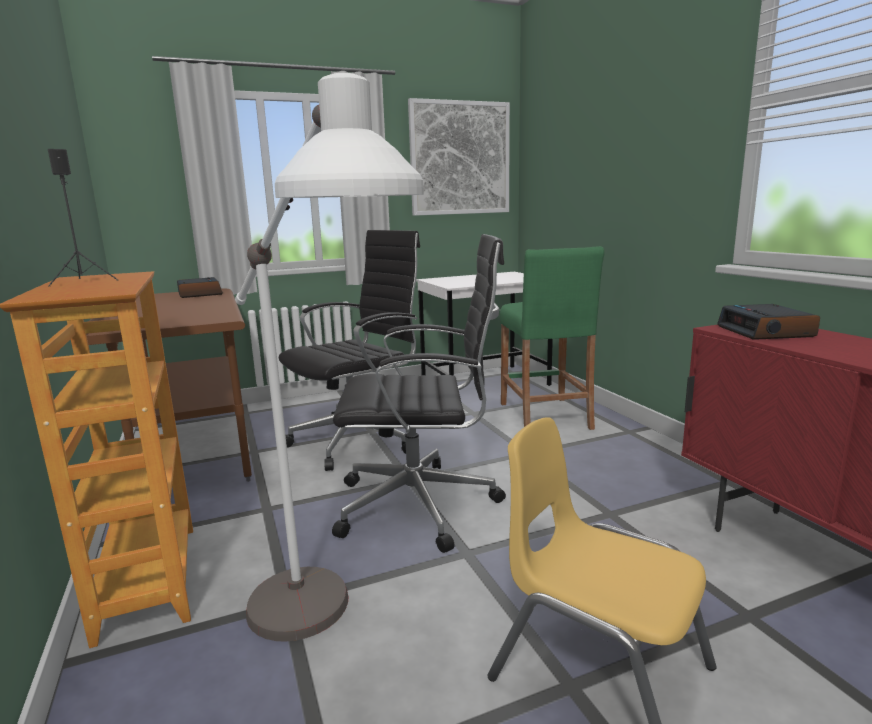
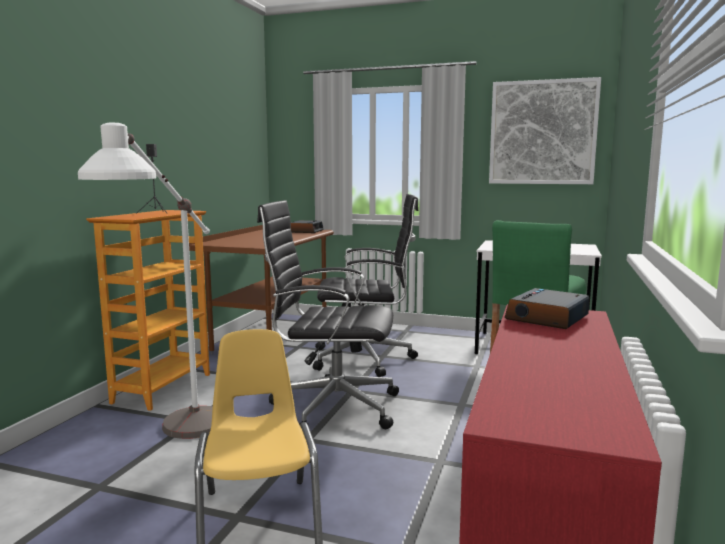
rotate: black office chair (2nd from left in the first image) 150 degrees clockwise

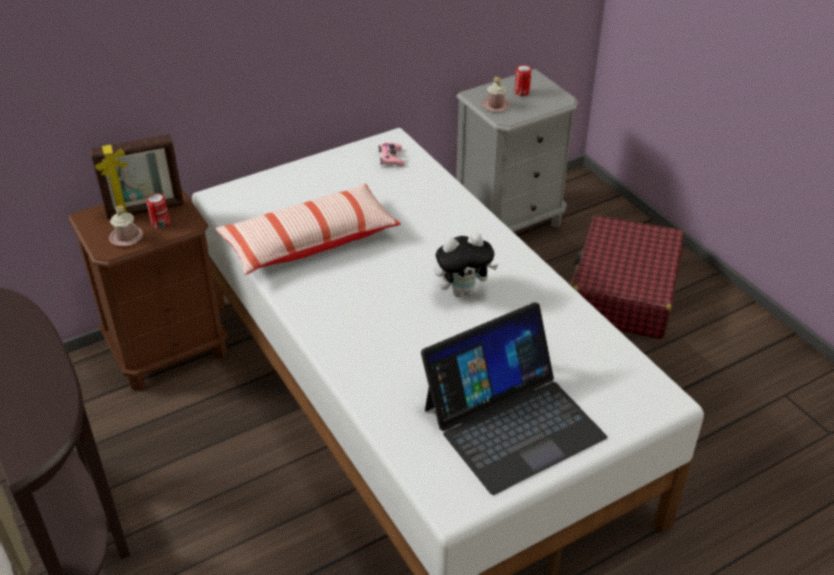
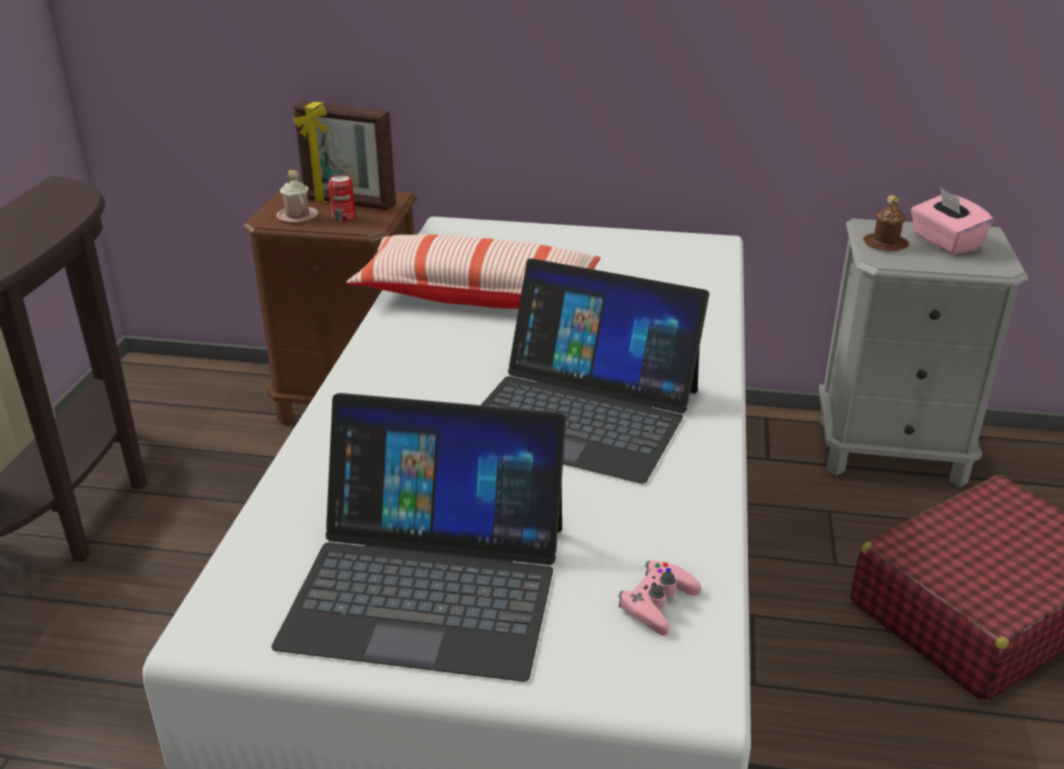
move: pink game controller
replace: plush toy to laptop (2nd from left); can (2nd from left) to pink tissue box
recolor: pink mug (2nd from left) to brown mug

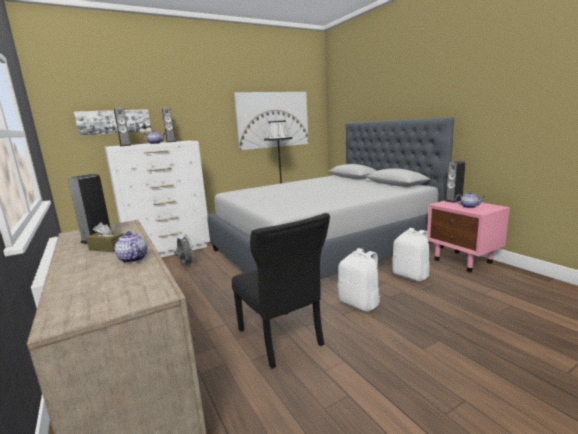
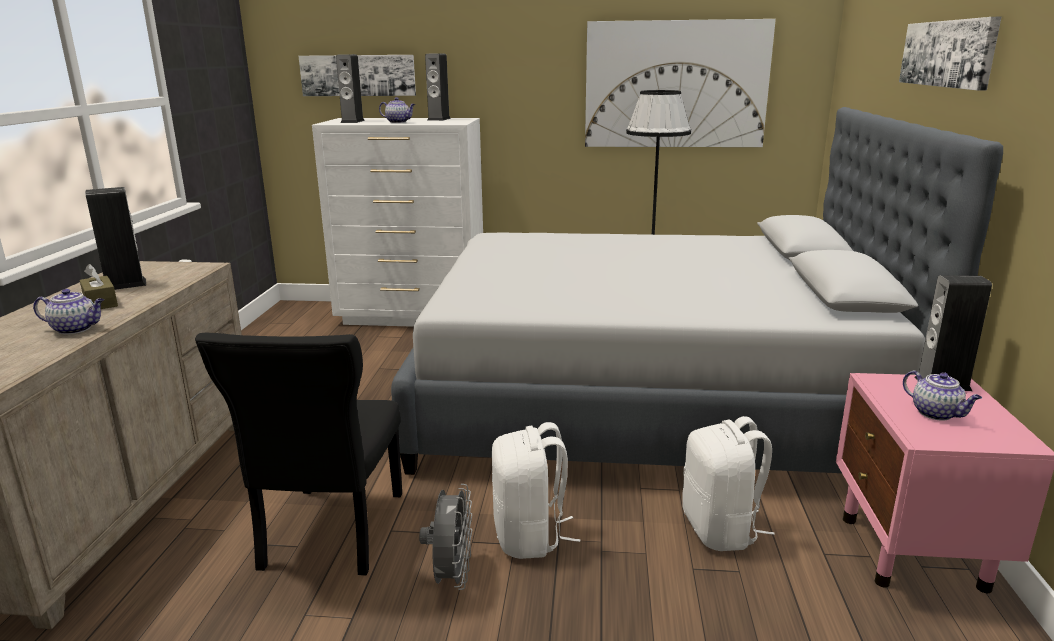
insert: picture (3rd from left)
move: grey fan
rotate: teapot (1st from left) 90 degrees clockwise

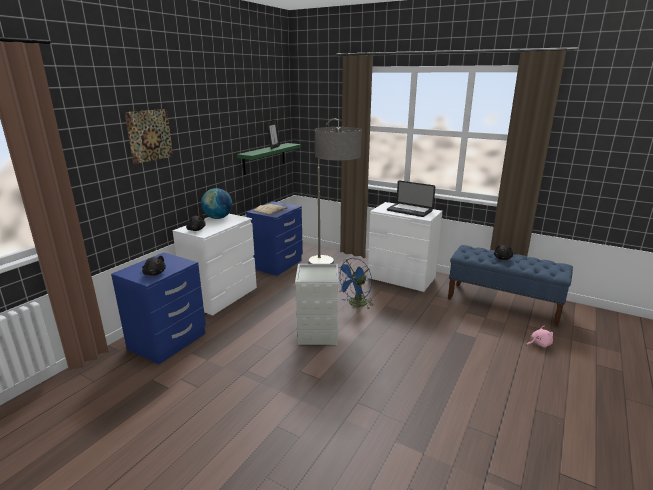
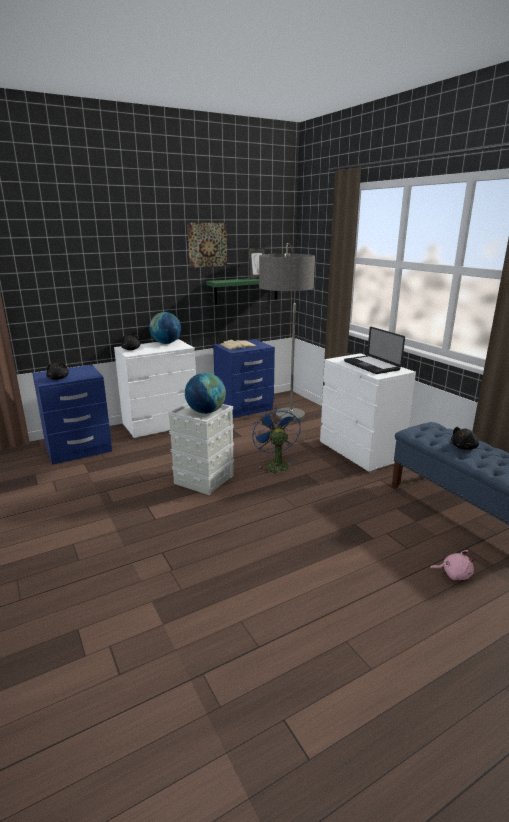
insert: globe (2nd from left)
move: picture
rotate: blue fan 90 degrees clockwise

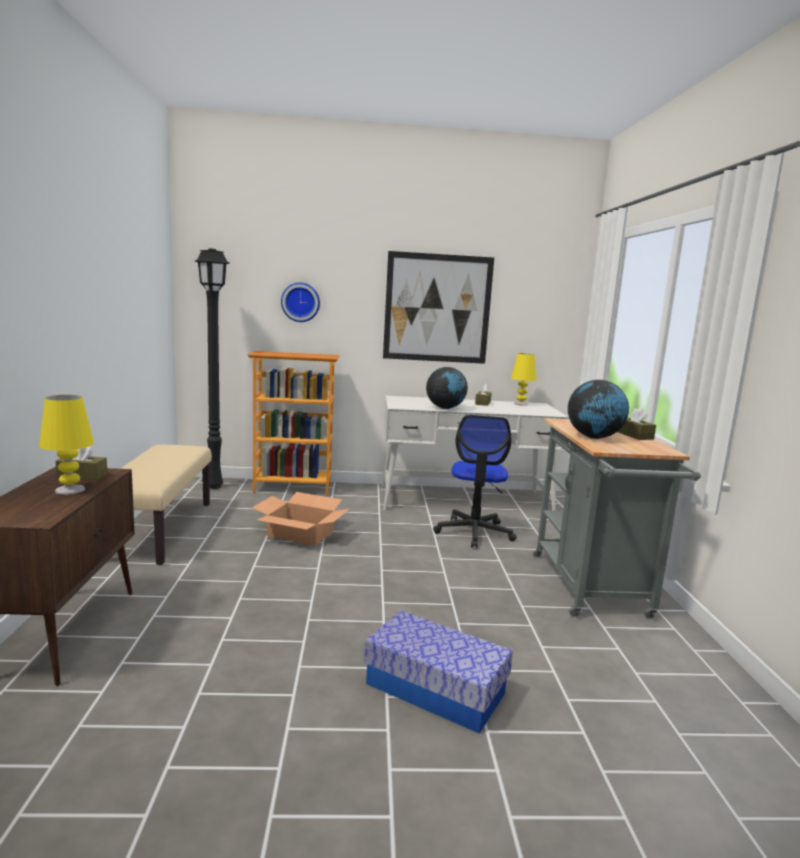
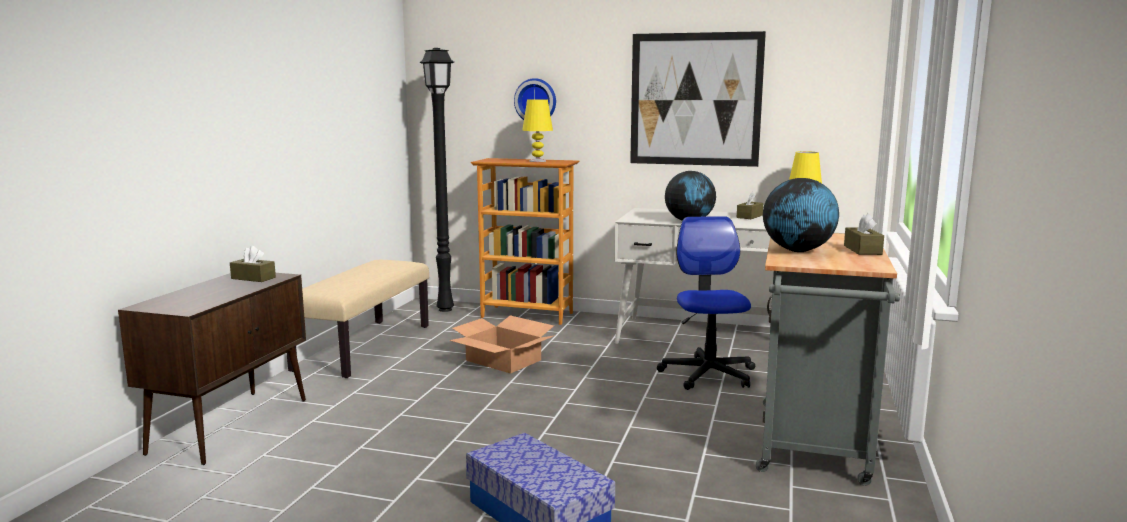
move: yellow table lamp (1st from left)
rotate: office chair 150 degrees clockwise

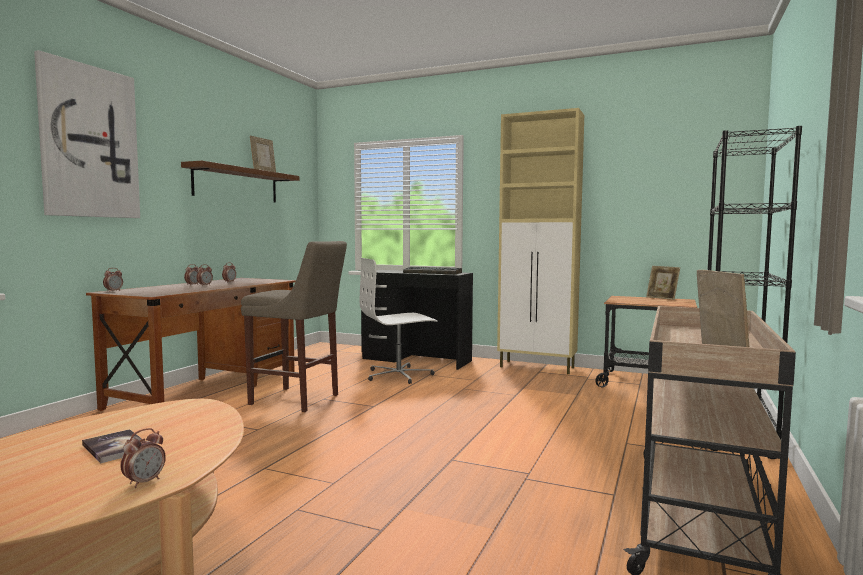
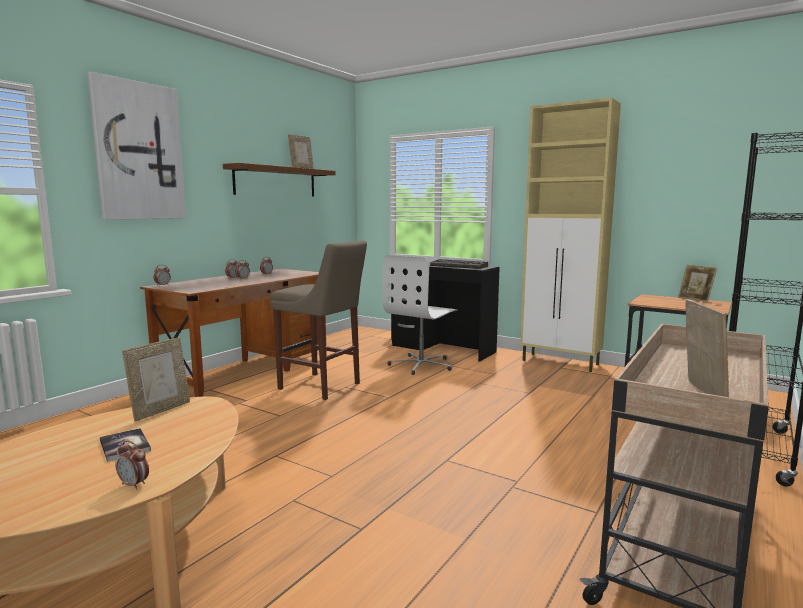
insert: picture frame (1st from left)
rotate: alarm clock (2nd from left in the first image) 75 degrees clockwise; white office chair 45 degrees counterclockwise

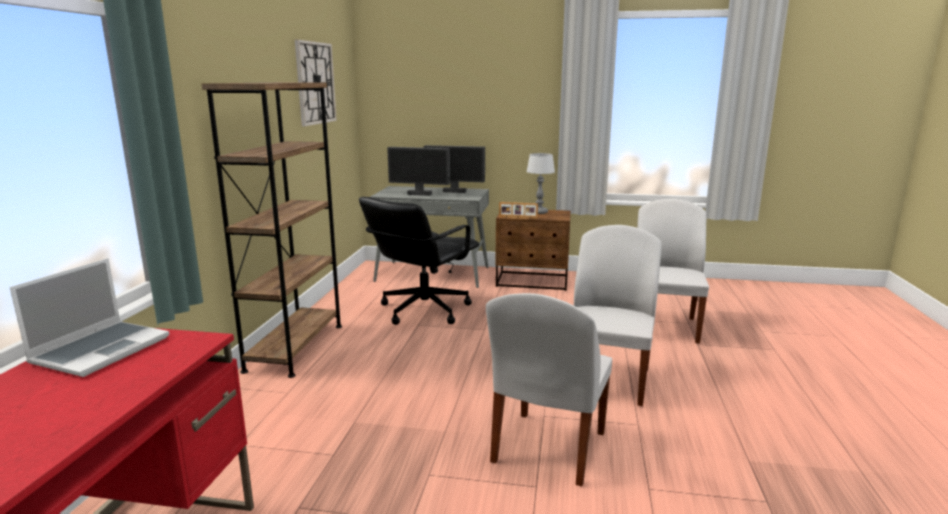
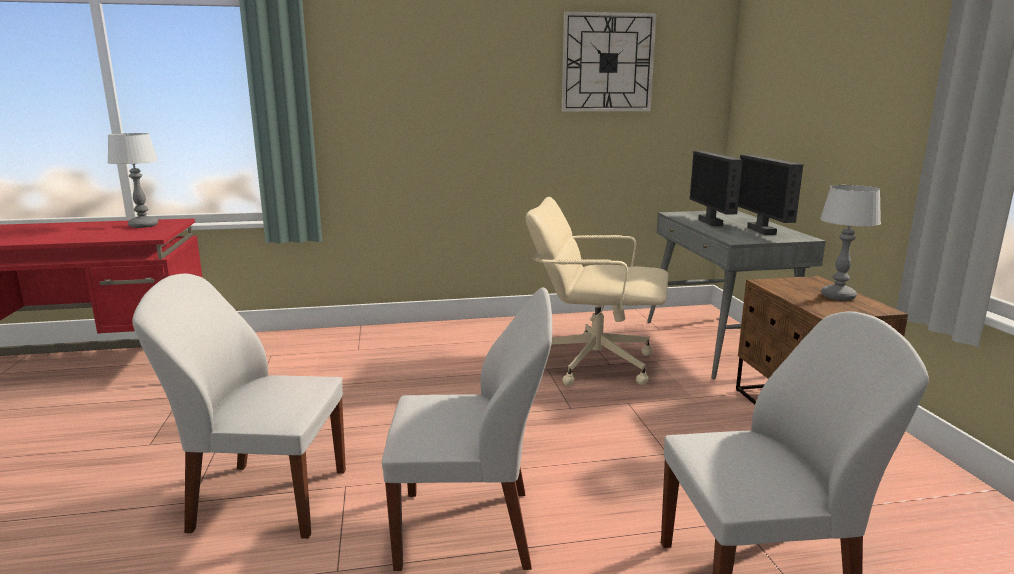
delete: brown bookcase; picture frame
replace: laptop to table lamp (1st from left)
recolor: black office chair to beige office chair

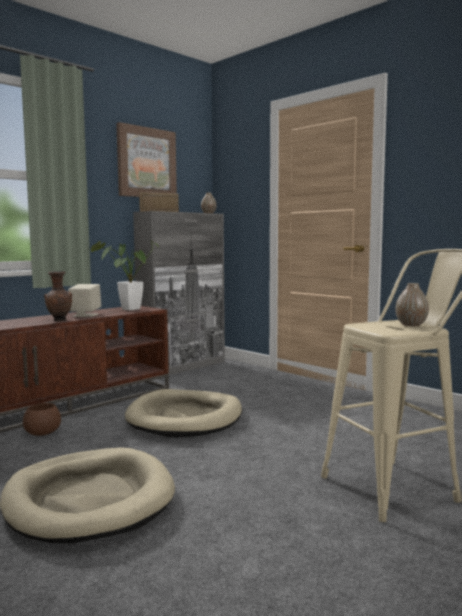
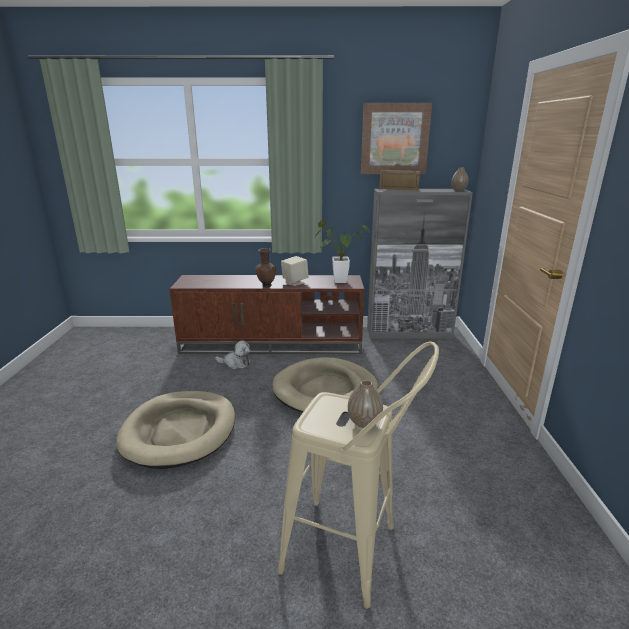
replace: brown bowl to plush toy

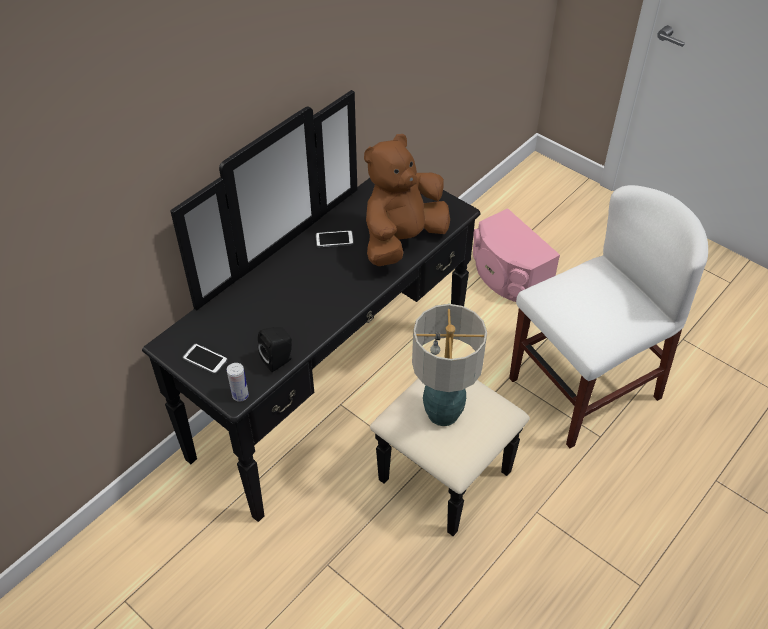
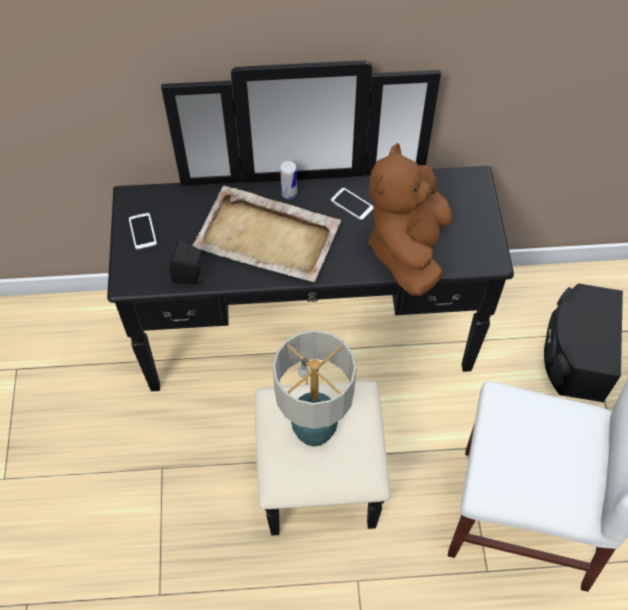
insert: beige tray
move: can
recolor: pink speaker to black speaker (2nd from left)
rotate: brown plush toy 75 degrees counterclockwise

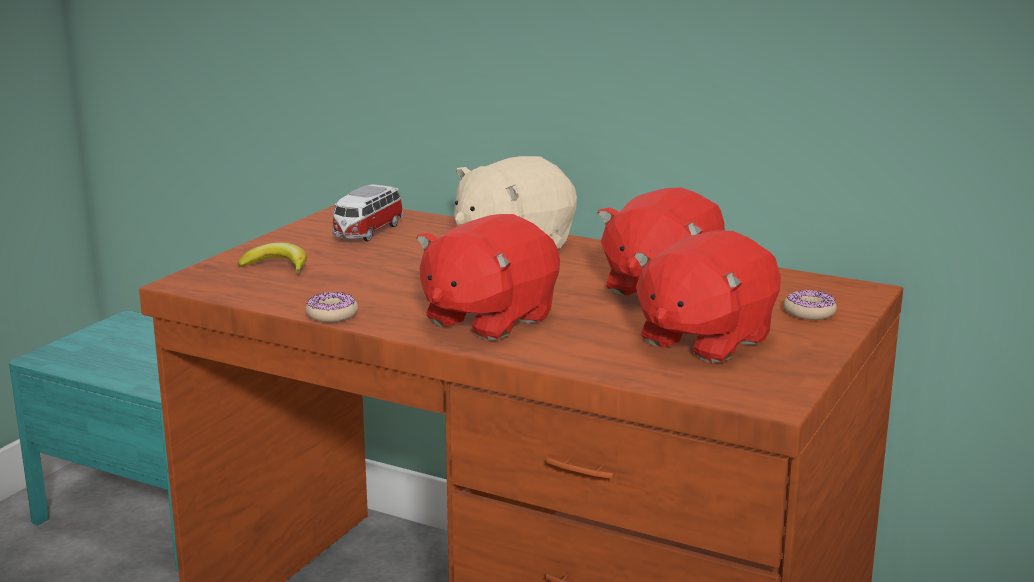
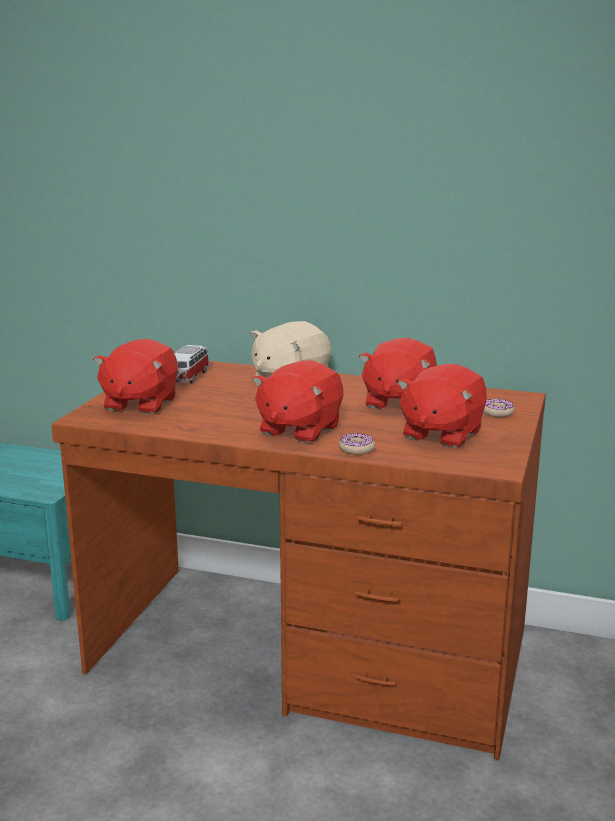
move: donut (1st from left)
replace: banana to red plush toy (1st from left)

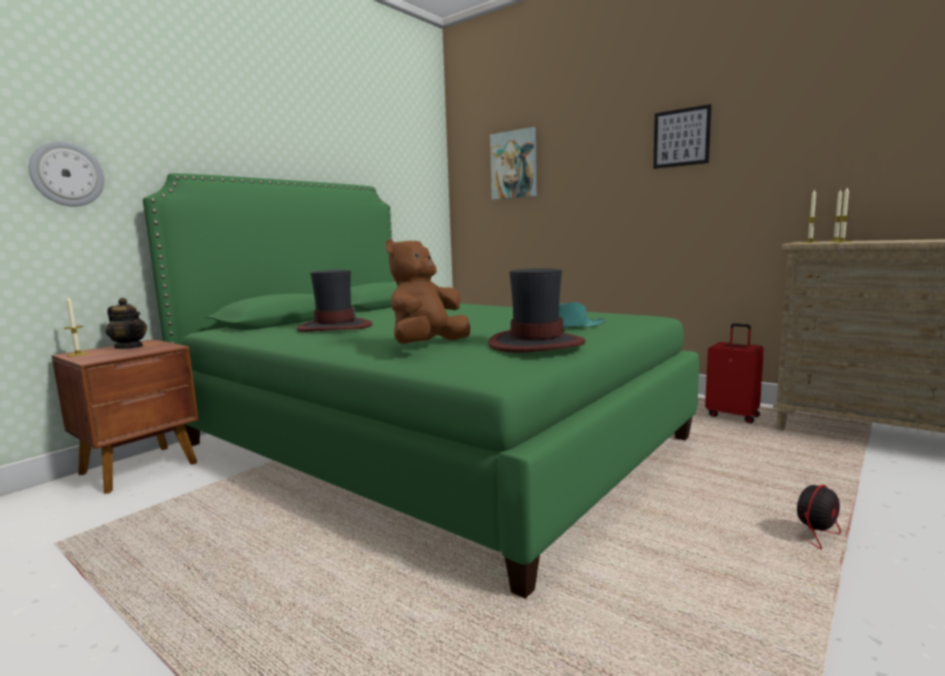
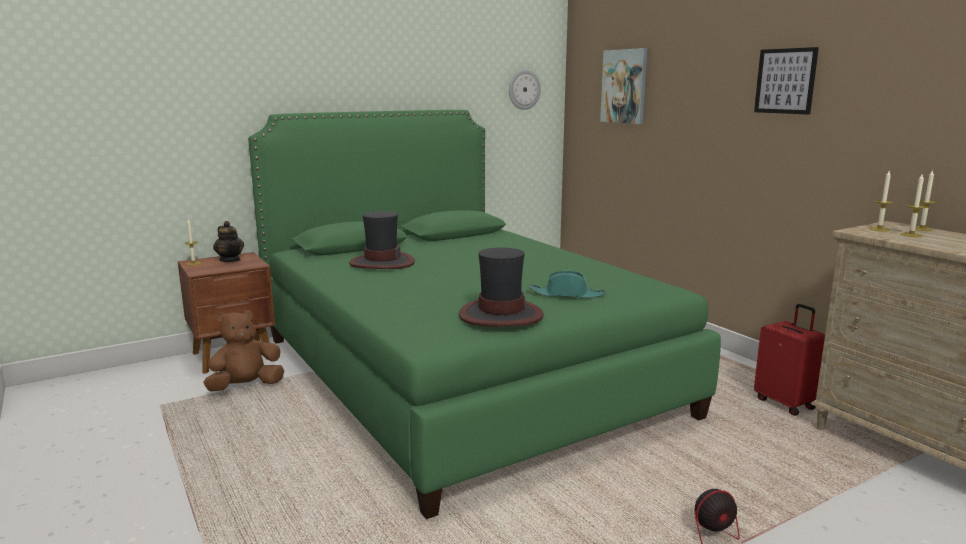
move: wall clock; brown plush toy

